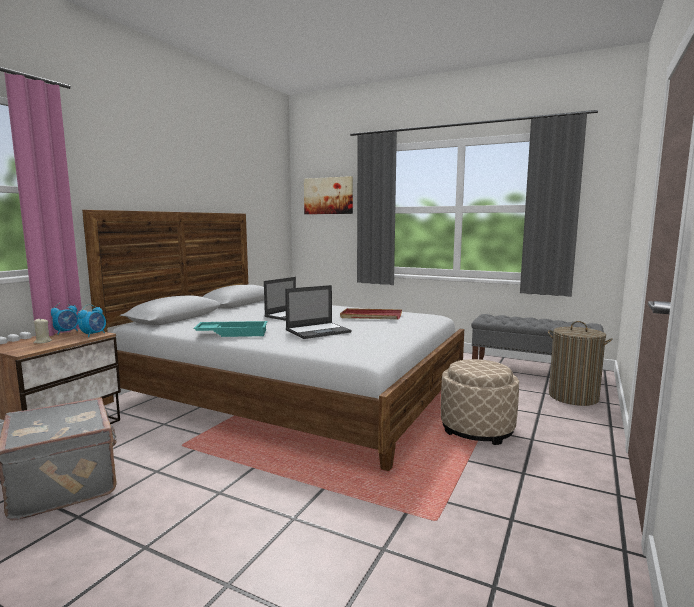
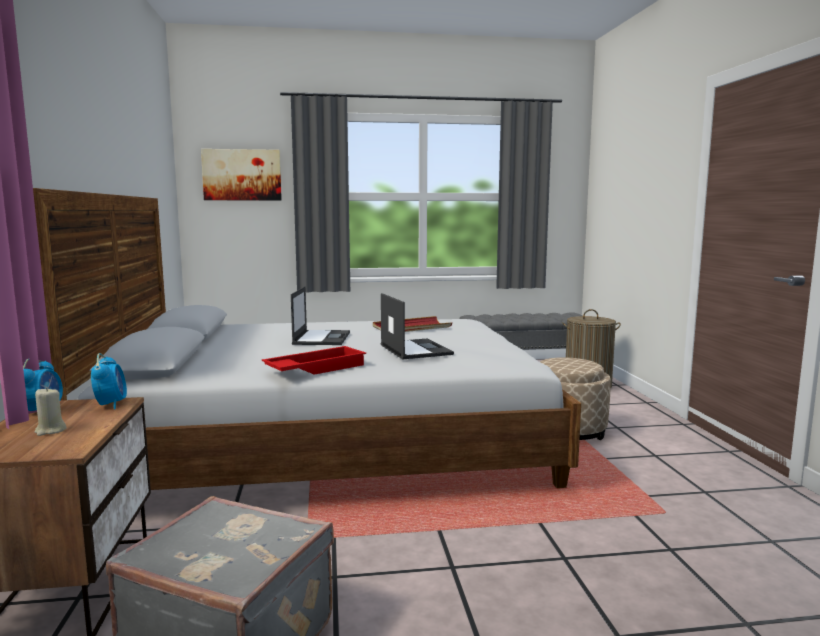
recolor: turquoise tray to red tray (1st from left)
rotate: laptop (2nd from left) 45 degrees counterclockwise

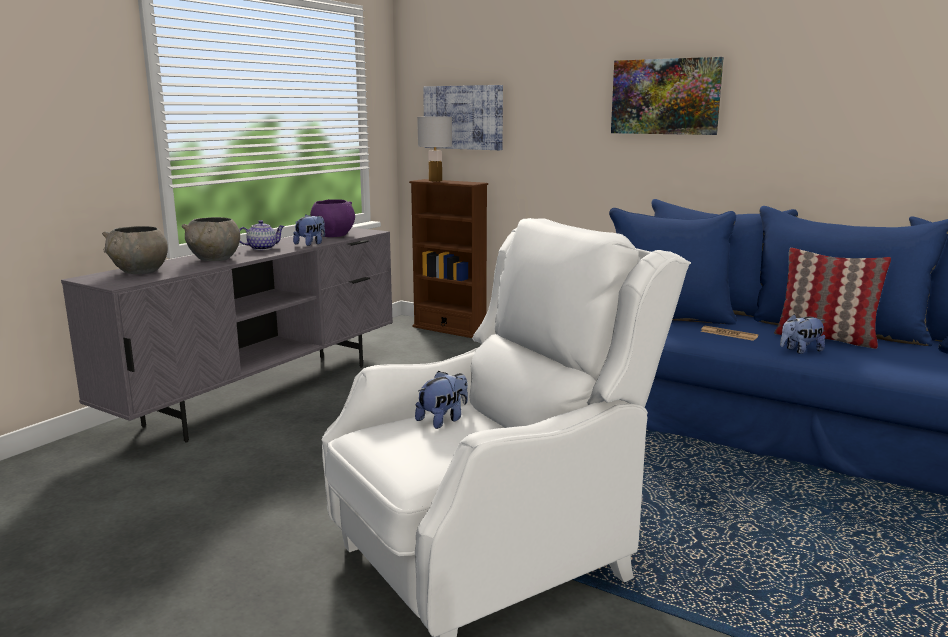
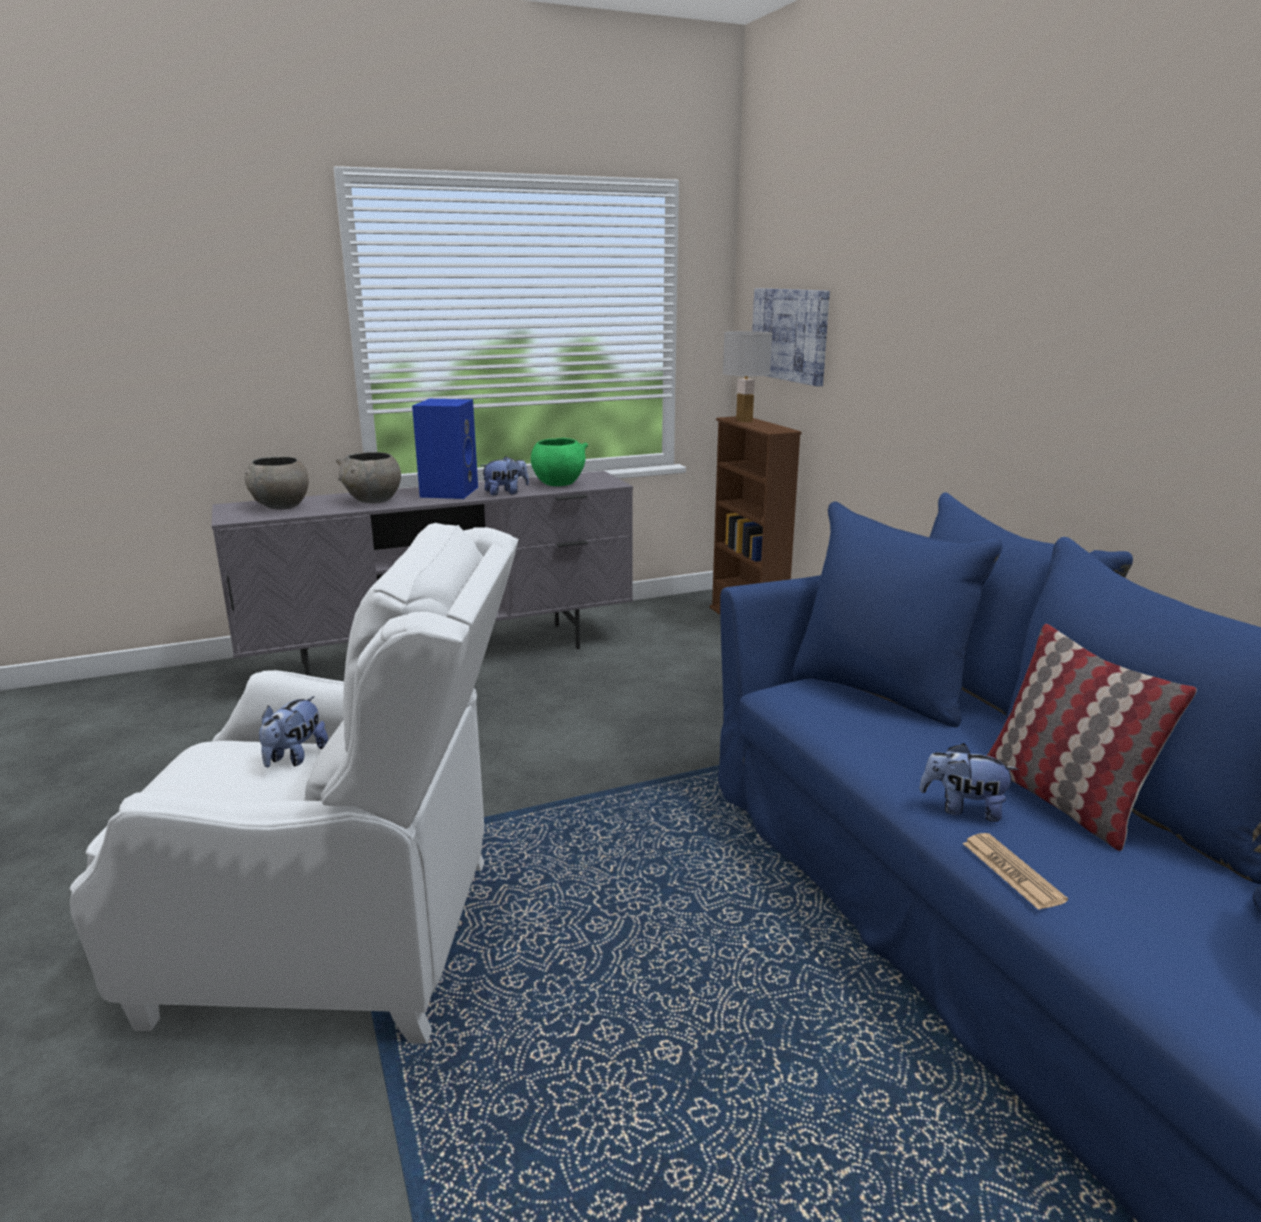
delete: picture (2nd from left)
move: newspaper
replace: teapot to blue speaker
recolor: purple bowl to green bowl
rotate: plush toy (2nd from left in the first image) 120 degrees clockwise

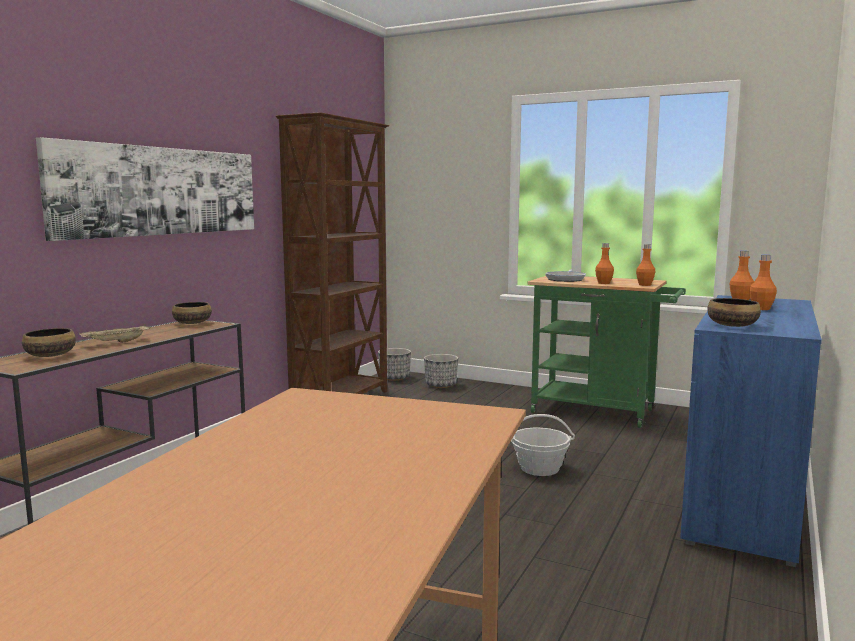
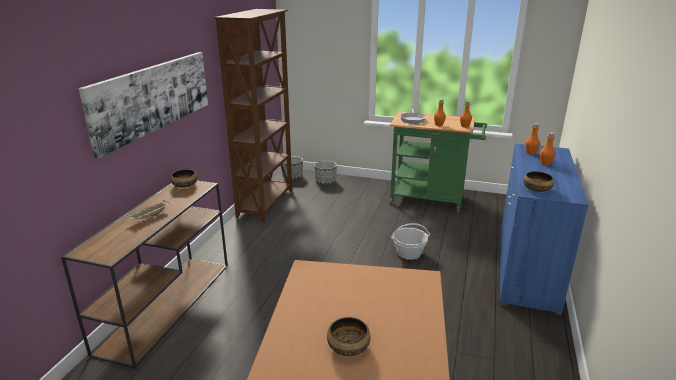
move: bowl (1st from left in the first image) to bowl (2nd from left)

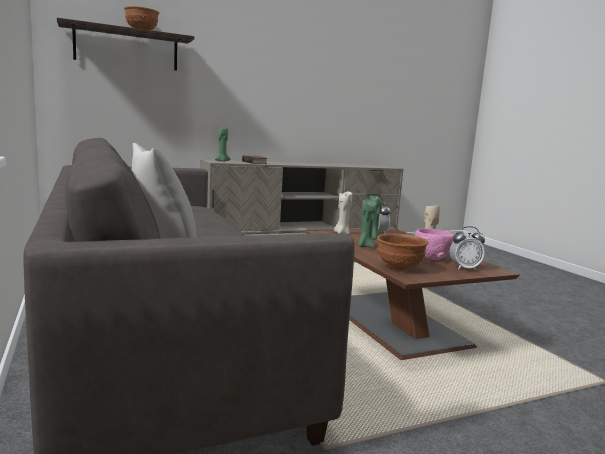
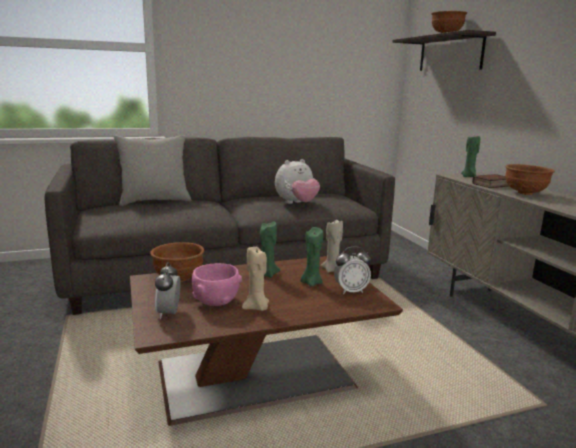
insert: plush toy; brown bowl (3rd from left)

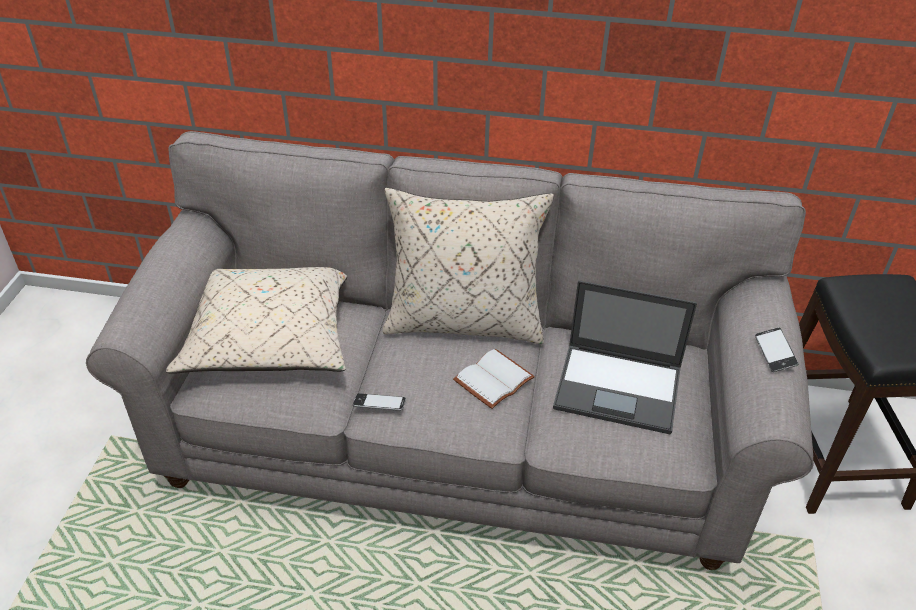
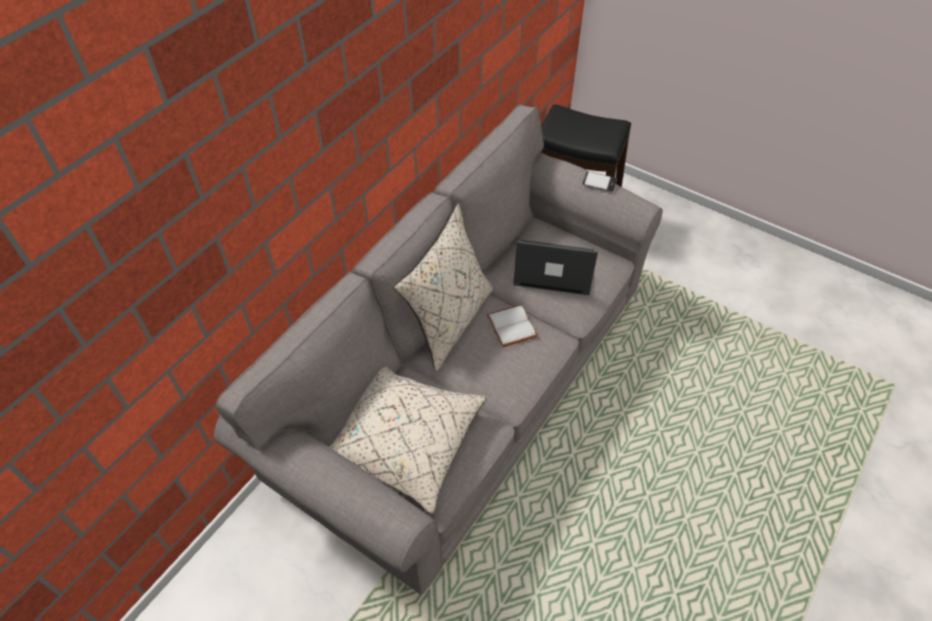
delete: phone (1st from left)
rotate: laptop 120 degrees counterclockwise

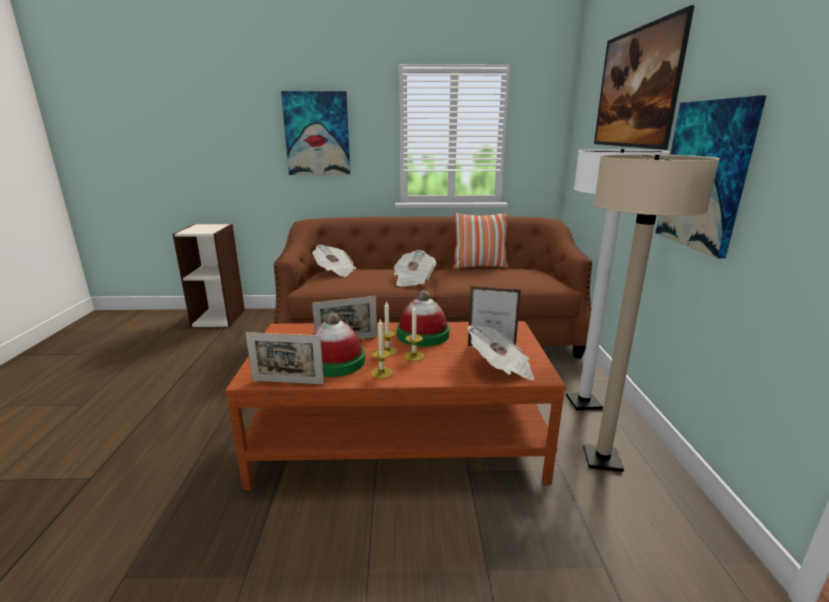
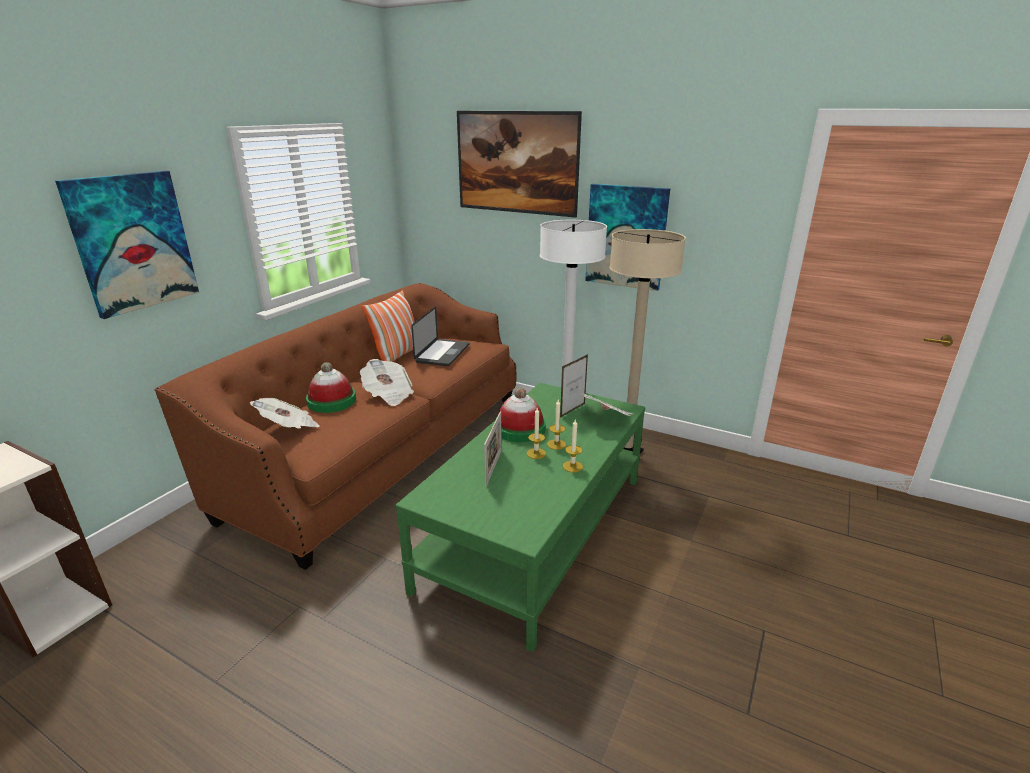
delete: picture frame (1st from left)
insert: laptop
move: hat (1st from left)
recolor: brown coffee table to green coffee table

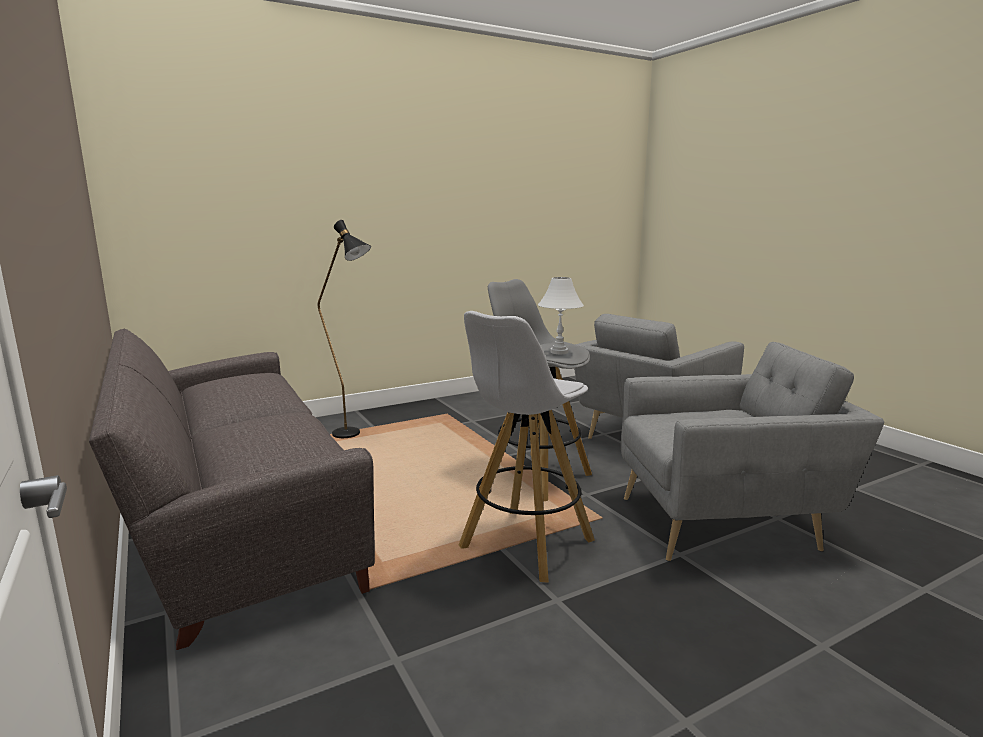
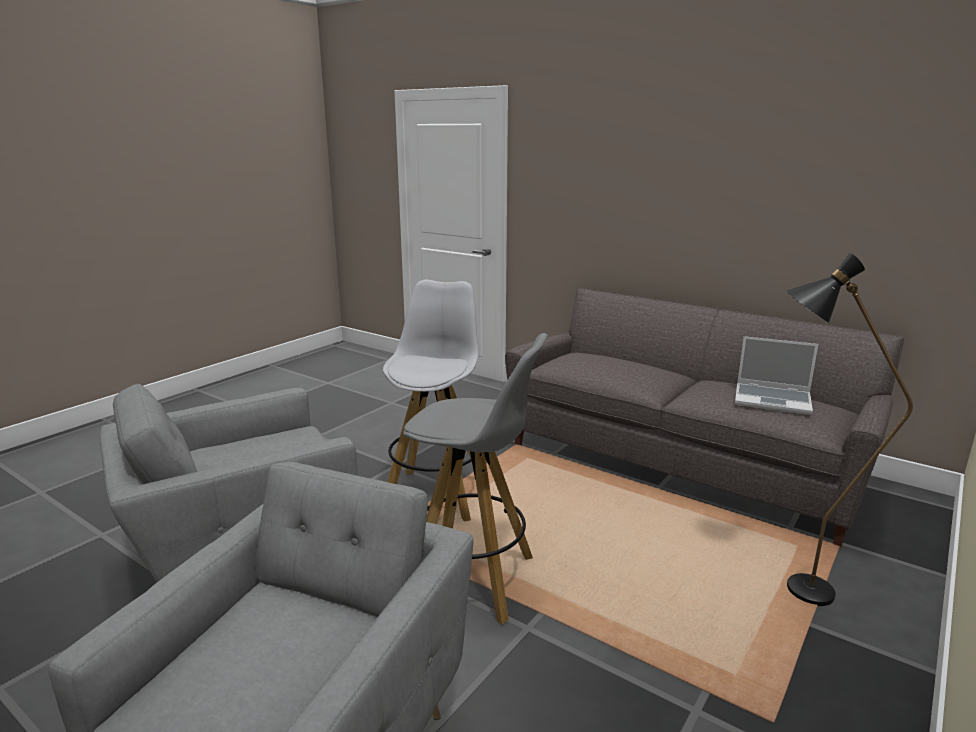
delete: white table lamp
insert: laptop

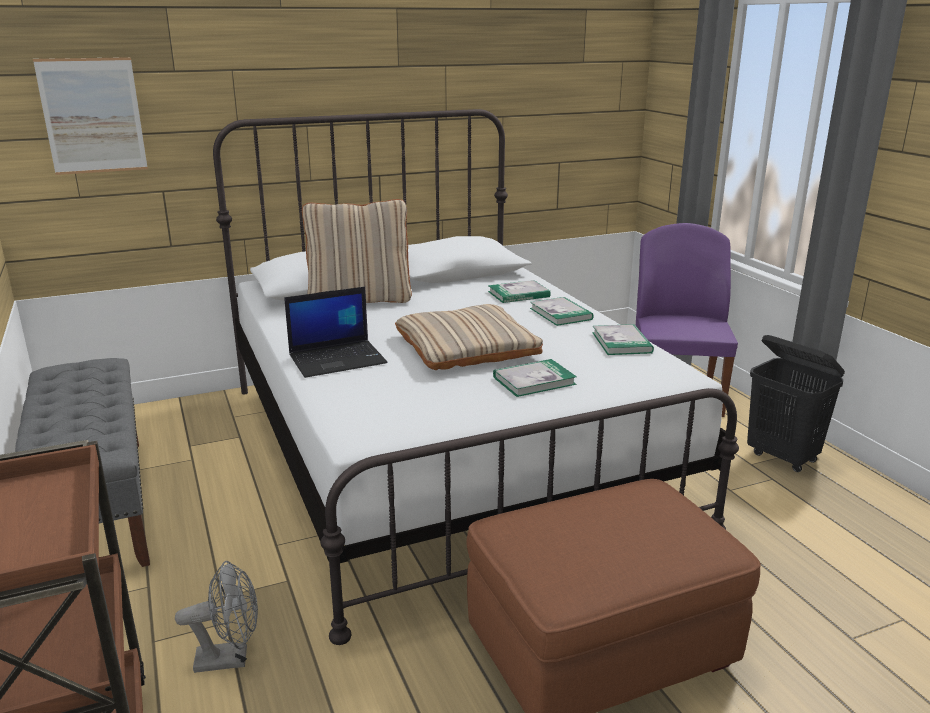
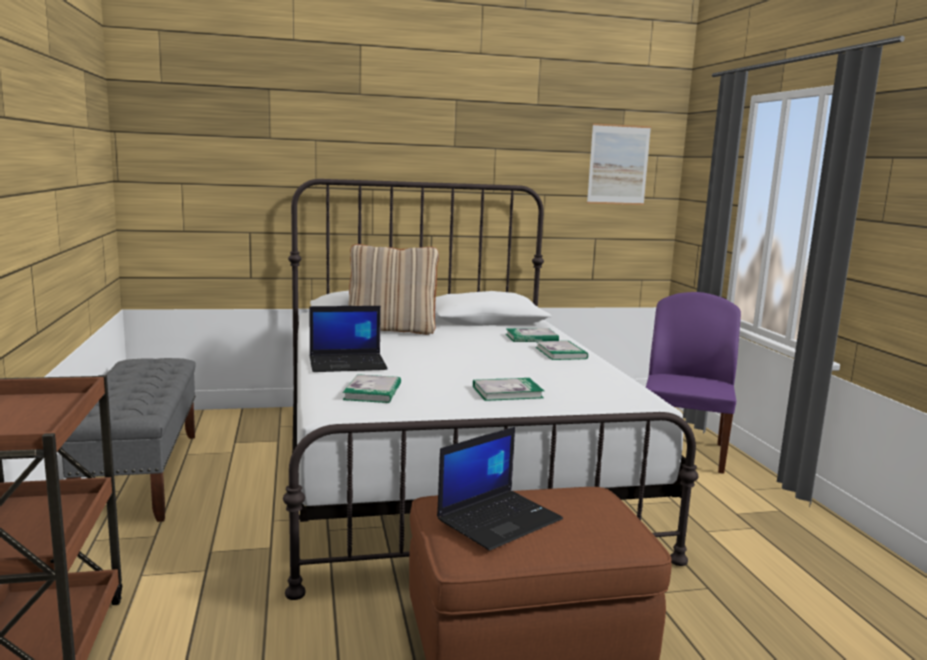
delete: grey fan; beige pillow (2nd from left); black laundry basket
insert: laptop (2nd from left)
move: picture; book (4th from left in the first image) to book (1st from left)

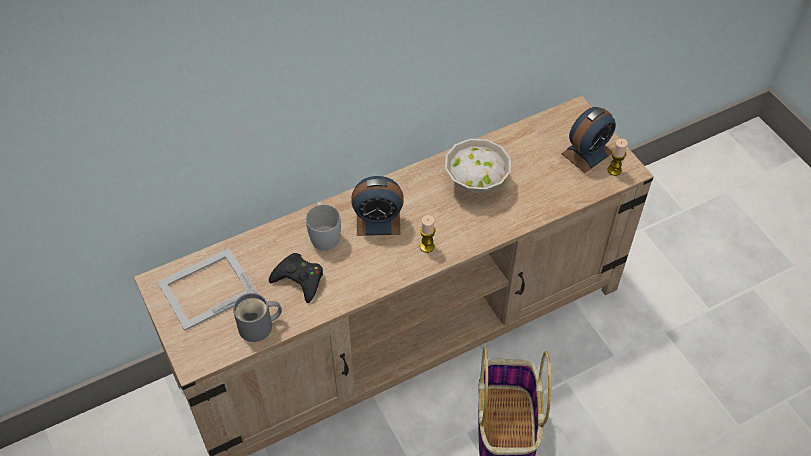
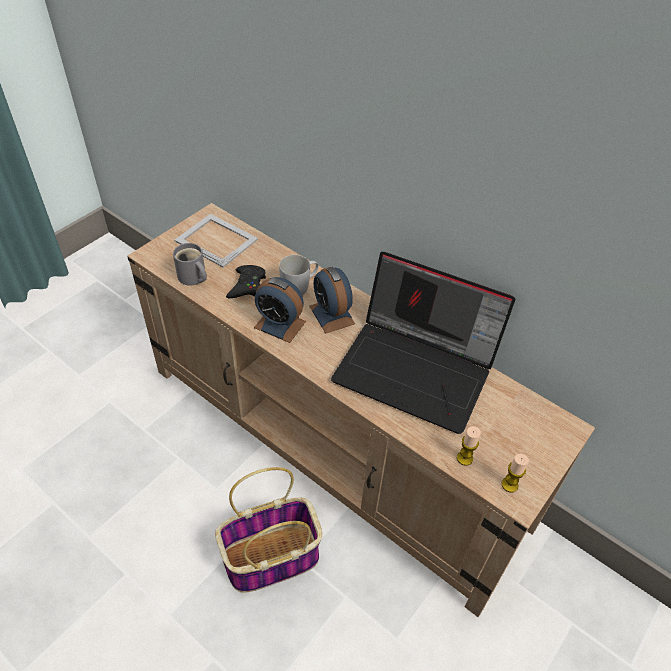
move: candle (1st from left); alarm clock (2nd from left in the first image) to alarm clock (1st from left)
replace: white bowl to laptop

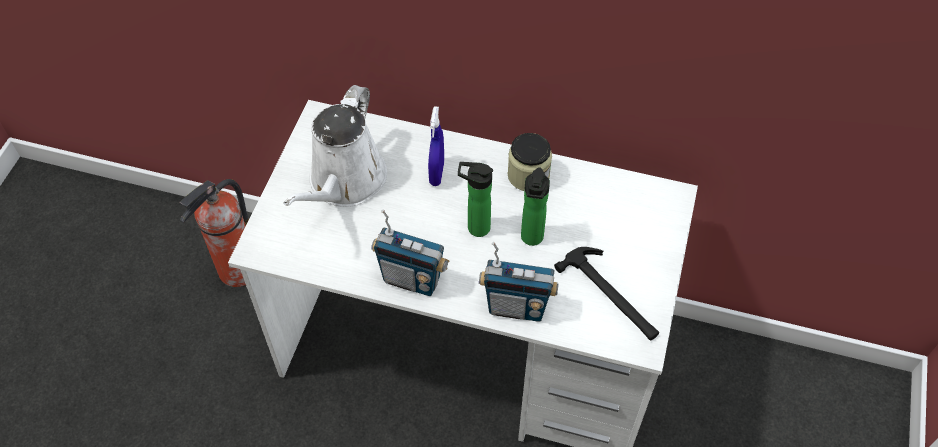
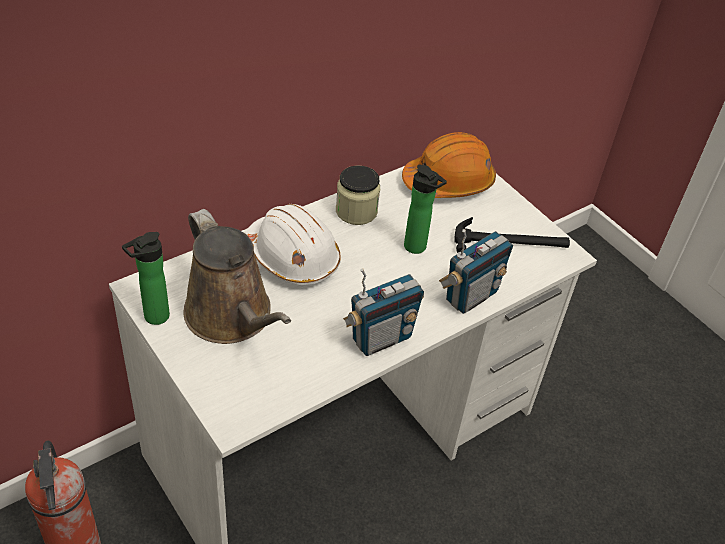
insert: orange hard hat
move: bottle (1st from left)
replace: blue spray bottle to white hard hat
recolor: white watering can to brown watering can

